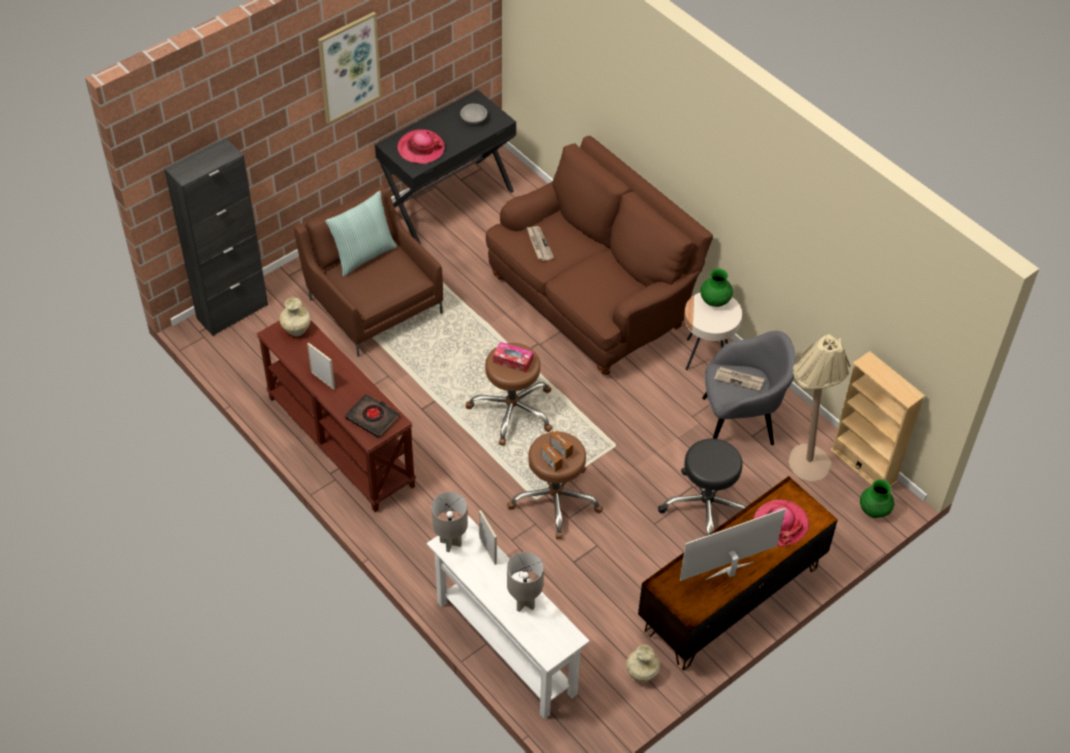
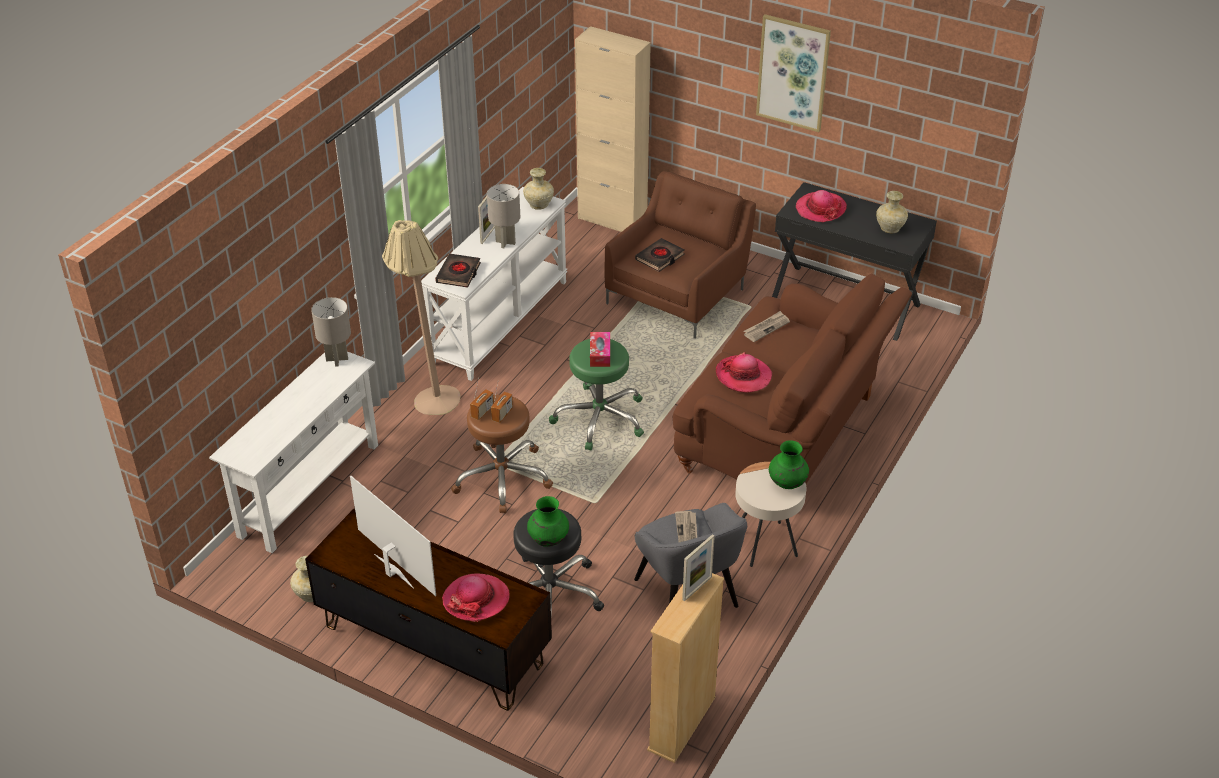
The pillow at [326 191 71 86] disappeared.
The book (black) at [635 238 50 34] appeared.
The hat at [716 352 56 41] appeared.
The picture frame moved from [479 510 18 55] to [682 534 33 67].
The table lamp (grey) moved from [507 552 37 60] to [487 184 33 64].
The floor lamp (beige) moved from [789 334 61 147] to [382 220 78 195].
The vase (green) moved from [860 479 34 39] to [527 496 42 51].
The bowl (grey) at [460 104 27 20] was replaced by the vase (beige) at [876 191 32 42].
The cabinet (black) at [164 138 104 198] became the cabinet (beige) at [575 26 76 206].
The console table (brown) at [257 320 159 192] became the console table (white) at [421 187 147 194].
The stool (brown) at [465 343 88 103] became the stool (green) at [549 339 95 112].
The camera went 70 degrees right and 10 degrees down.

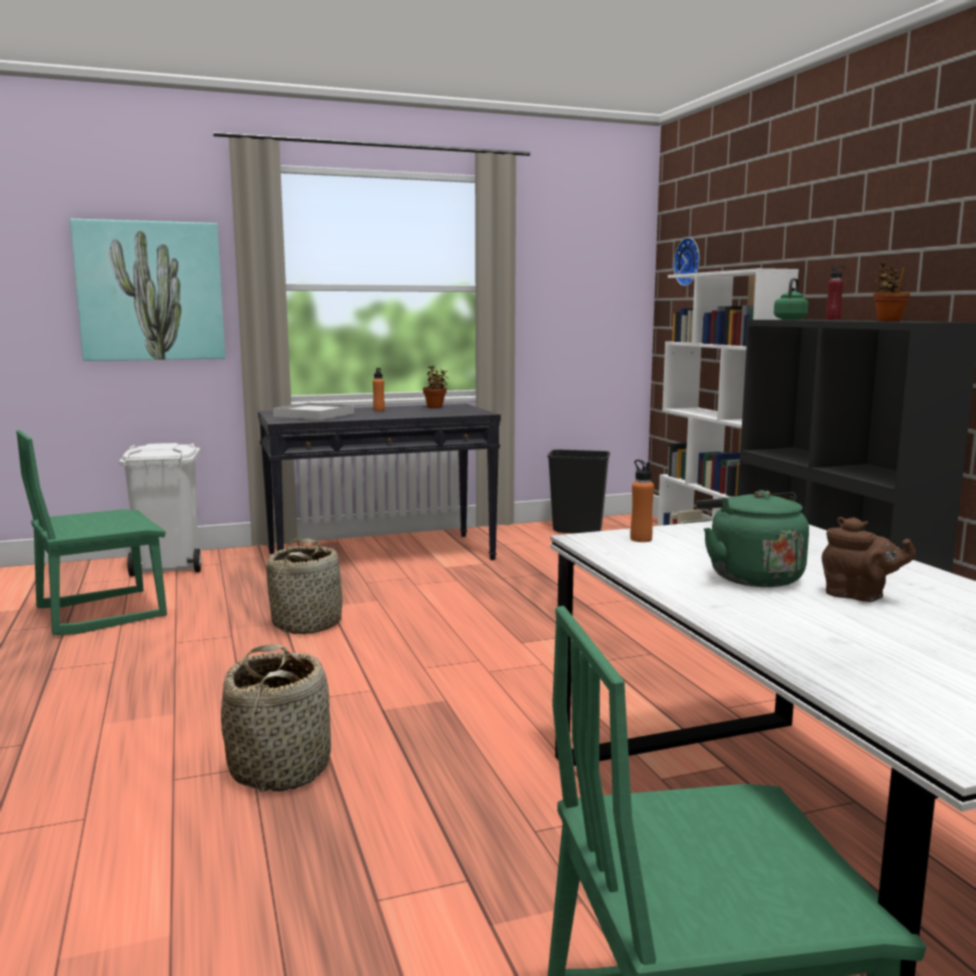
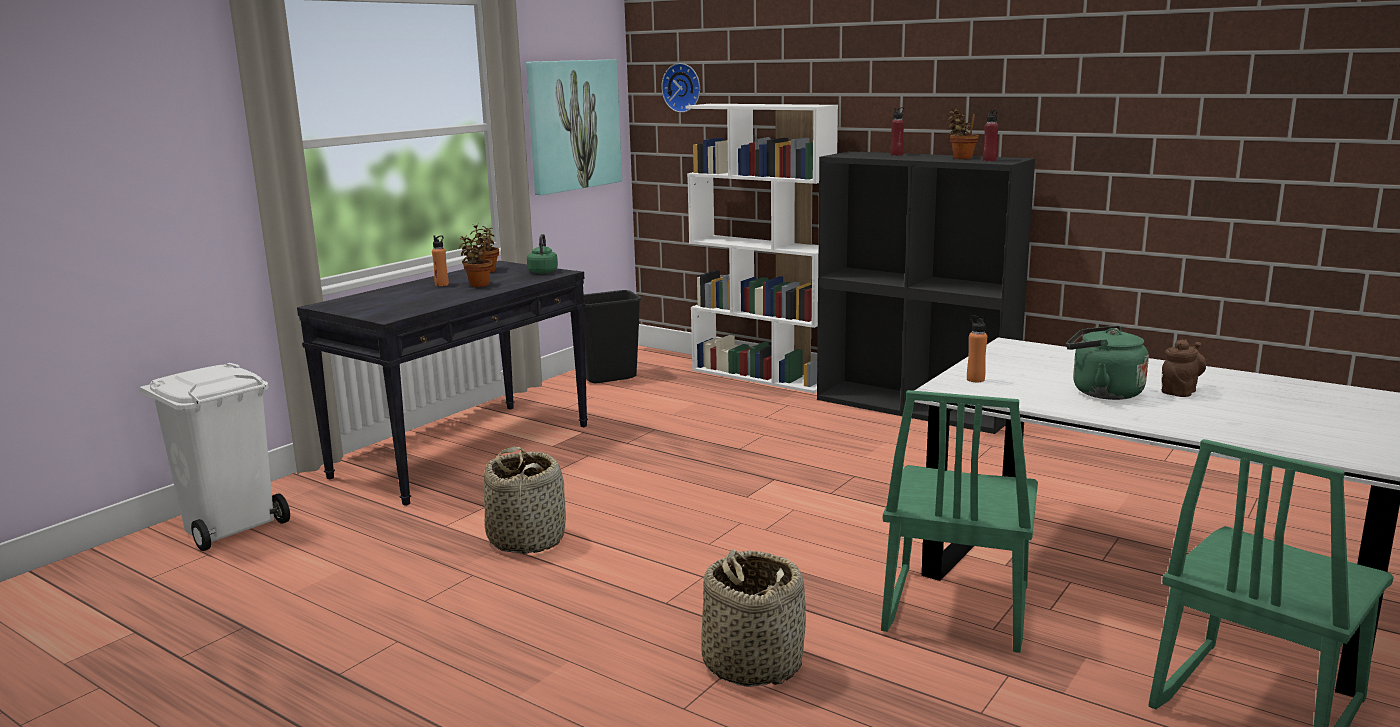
The tray (white) at [273 403 81 17] disappeared.
The potted plant at [459 235 34 52] appeared.
The bottle (red) at [983 110 15 51] appeared.
The chair (green) moved from [16 430 151 205] to [881 390 157 263].
The picture moved from [70 219 155 142] to [526 59 96 136].
The kettle (green) moved from [774 278 34 42] to [527 234 31 39].
The teapot (brown) at [822 517 94 85] turned 45 degrees counterclockwise.
The camera went 35 degrees left and 5 degrees up.

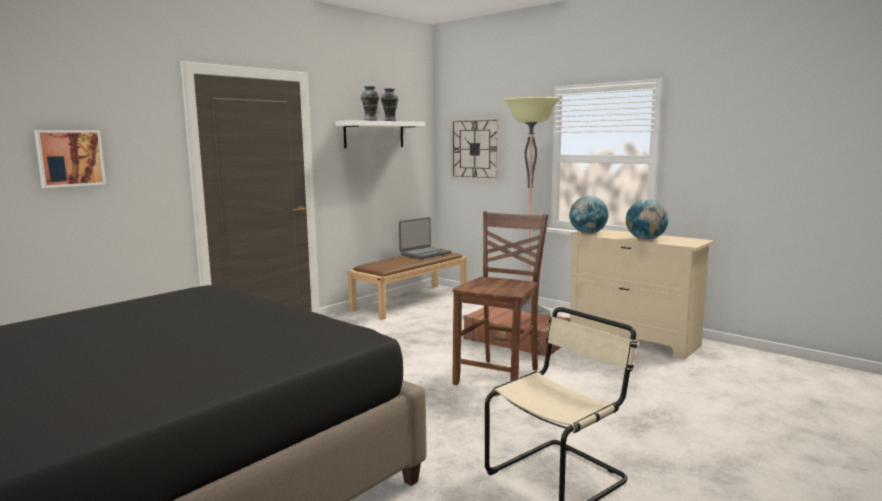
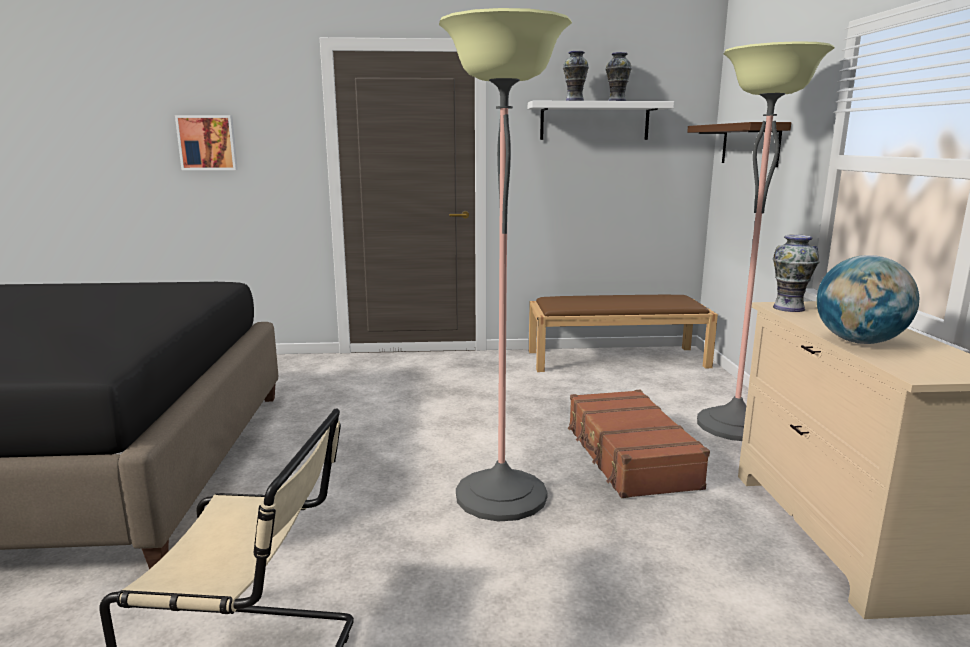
The laptop at [399 217 52 42] disappeared.
The wall clock at [451 117 50 64] was replaced by the shelf (brown) at [687 122 104 45].
The chair (brown) at [452 211 96 174] was replaced by the floor lamp at [439 8 133 514].
The globe at [569 196 39 38] was replaced by the vase at [773 234 47 78].
The camera went 45 degrees right and 5 degrees up.

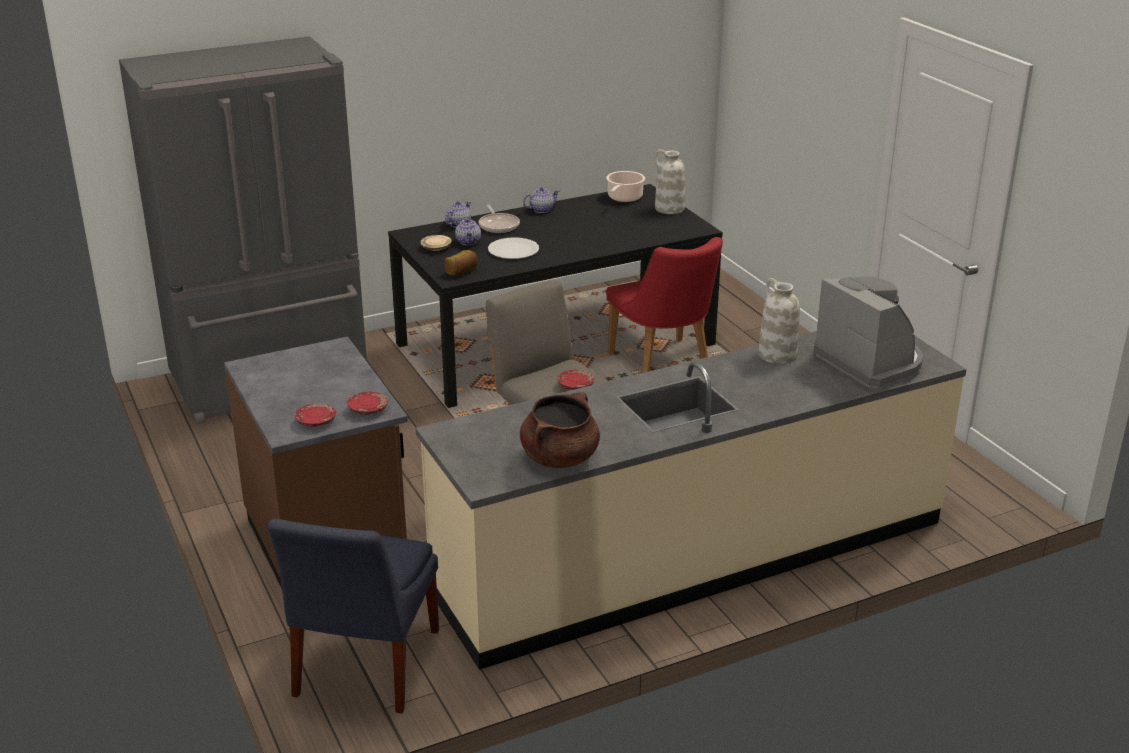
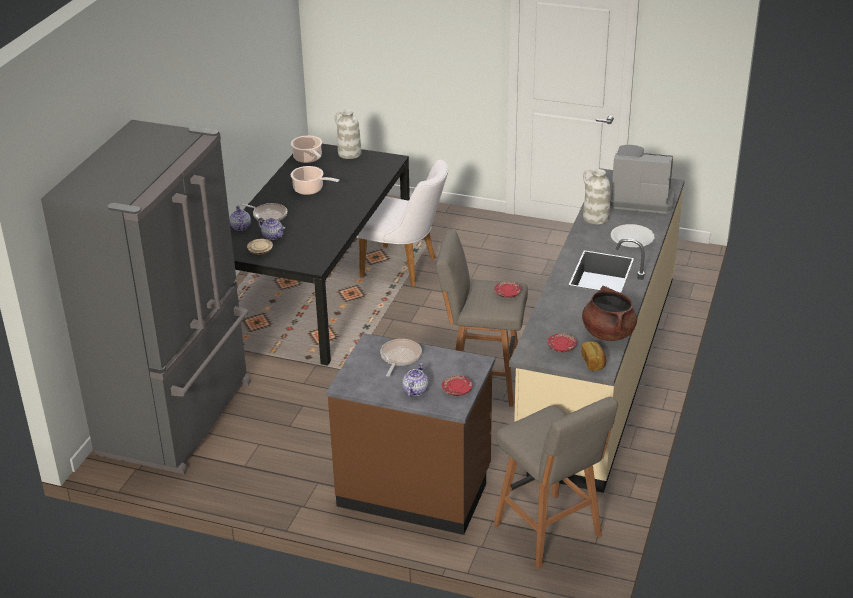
The cooking pot at [291 166 49 29] appeared.
The frying pan at [380 339 42 38] appeared.
The plate (red) moved from [347 392 41 23] to [547 333 30 19].
The bread moved from [445 250 33 26] to [581 341 25 30].
The plate (white) moved from [488 237 51 22] to [611 224 44 23].
The teapot moved from [523 187 37 26] to [402 363 27 34].
The chair (blue) at [267 518 172 195] was replaced by the stool (grey) at [494 397 124 172].
The chair (red) at [606 237 117 136] became the chair (white) at [357 160 91 127].
The camera went 45 degrees left and 5 degrees up.

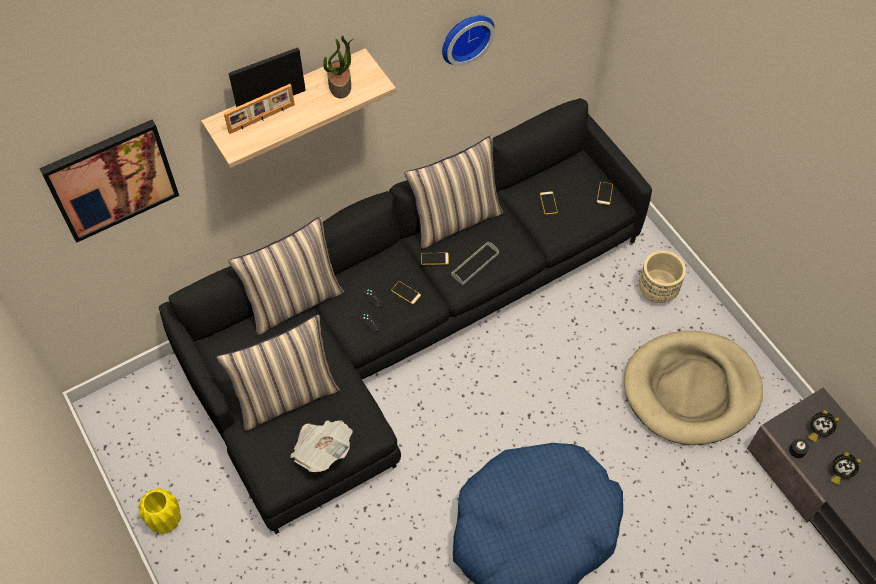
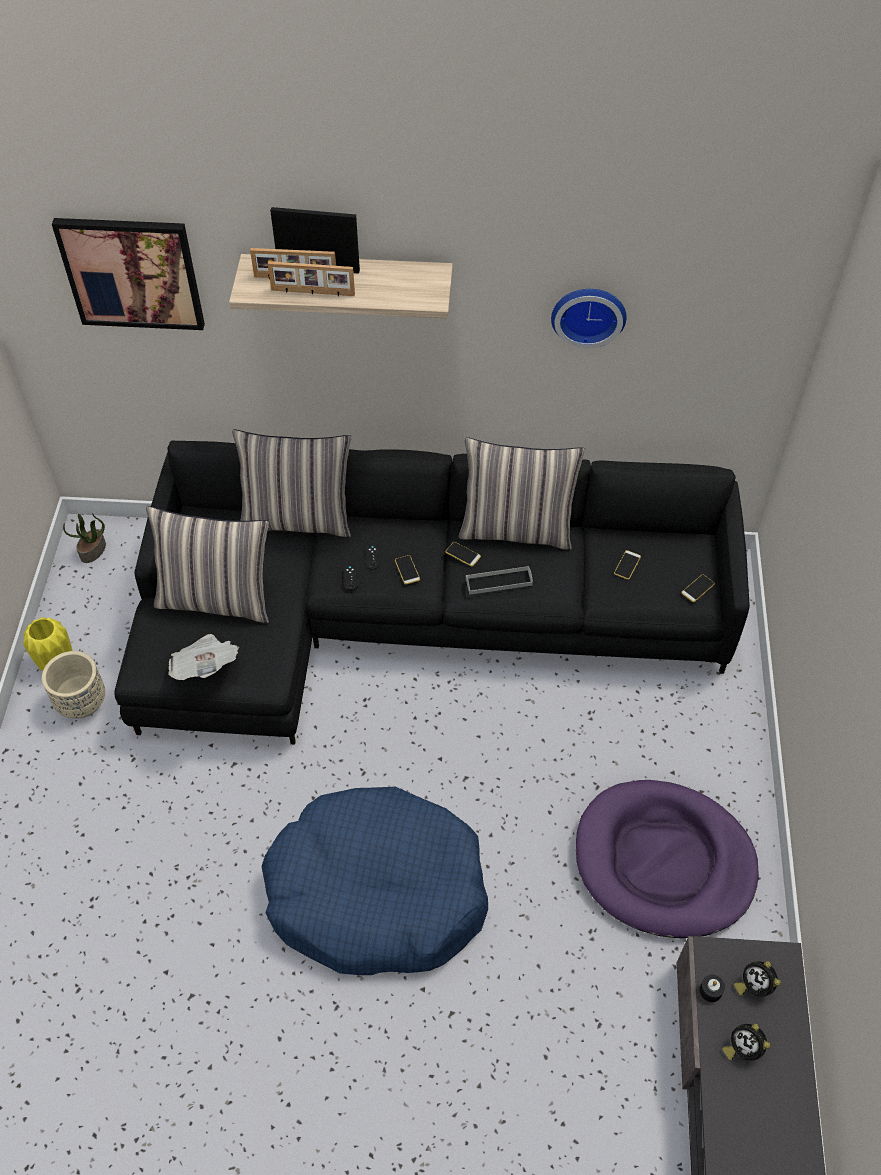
The picture frame at [268 261 87 35] appeared.
The potted plant moved from [323 36 30 63] to [63 513 43 50].
The planter (beige) moved from [639 250 47 53] to [42 651 63 67].
The dog bed (beige) at [624 331 139 114] became the dog bed (purple) at [576 780 183 158].
The camera went 35 degrees right and 5 degrees down.

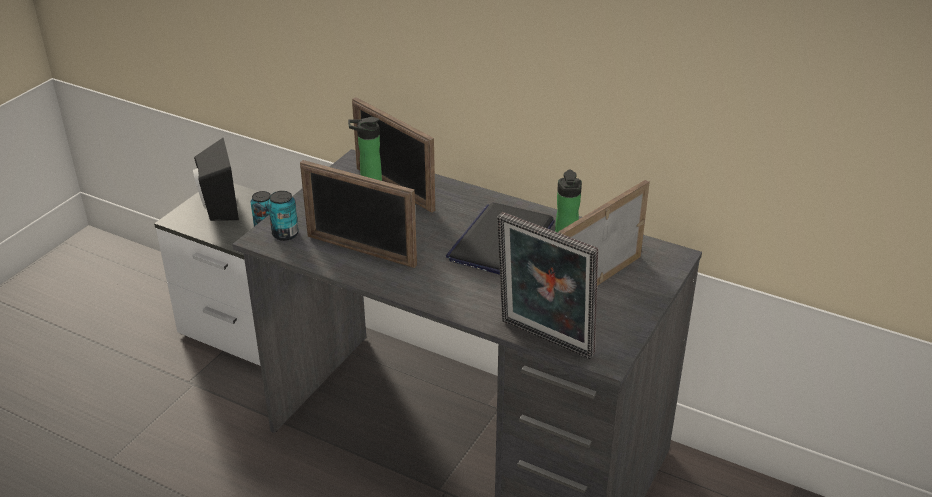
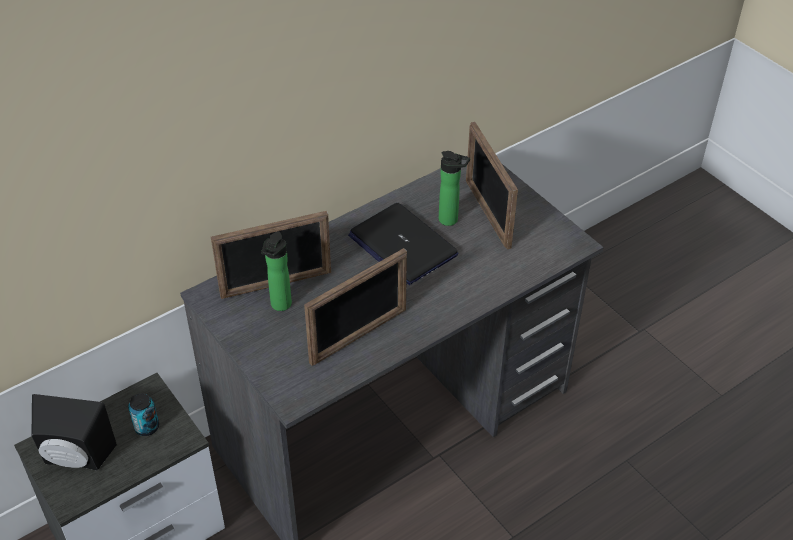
The can at [268 191 31 50] disappeared.
The picture frame at [497 212 101 147] disappeared.
The camera went 65 degrees left and 10 degrees up.

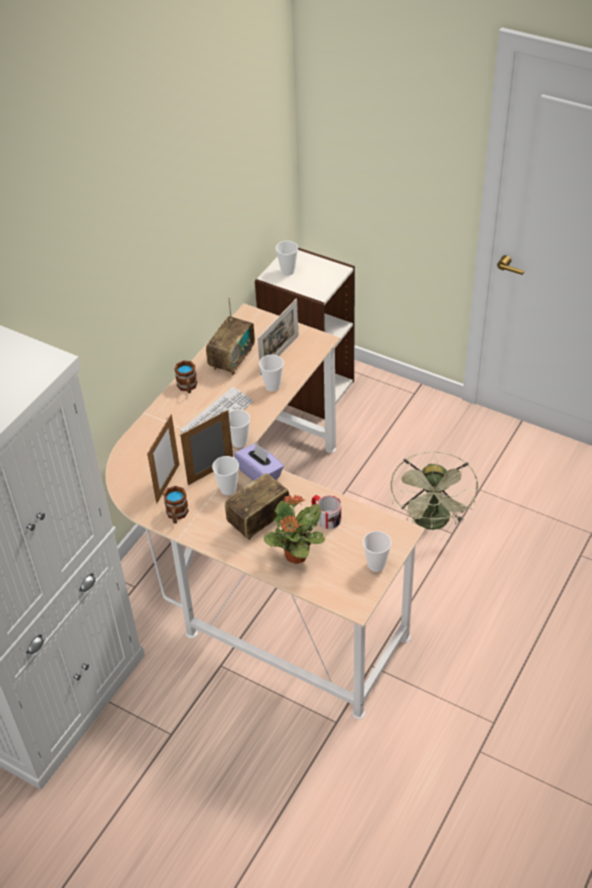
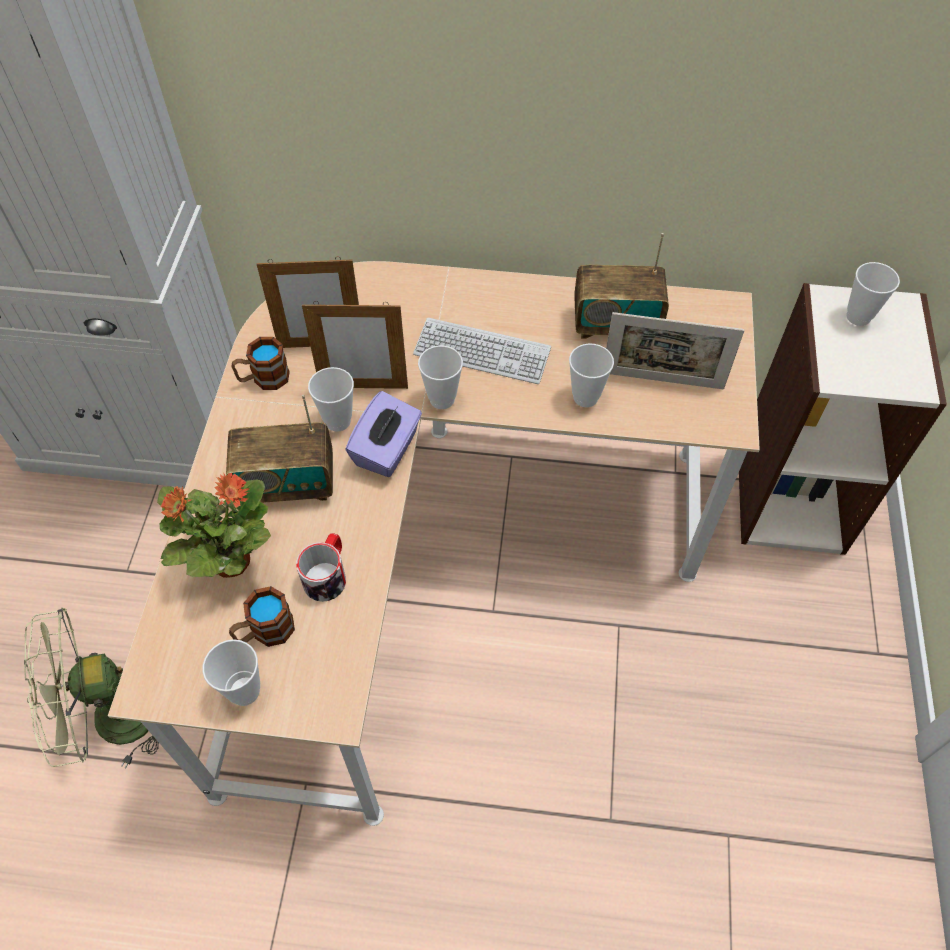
The mug moved from [174 360 23 33] to [229 586 66 61].
The fan (green) moved from [390 451 88 79] to [24 608 135 161].
The picture frame at [180 410 53 75] turned 150 degrees clockwise.
The radio at [225 473 65 67] turned 150 degrees clockwise.
The camera went 65 degrees right and 10 degrees up.

